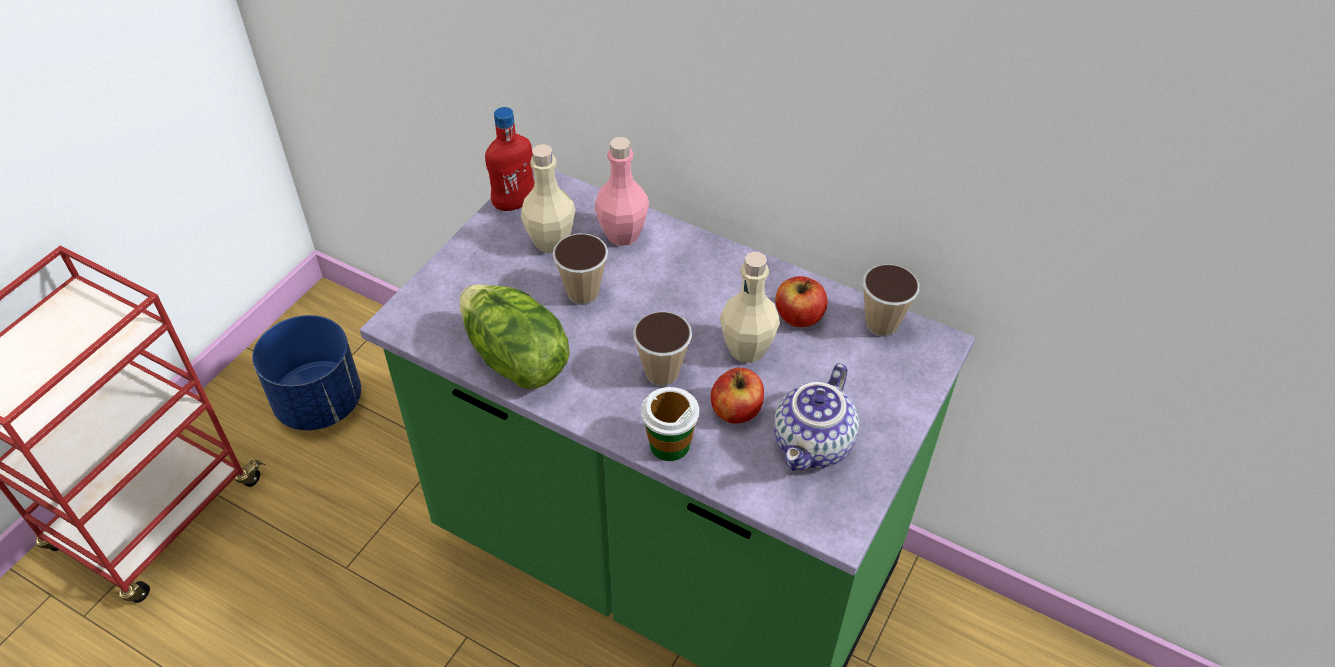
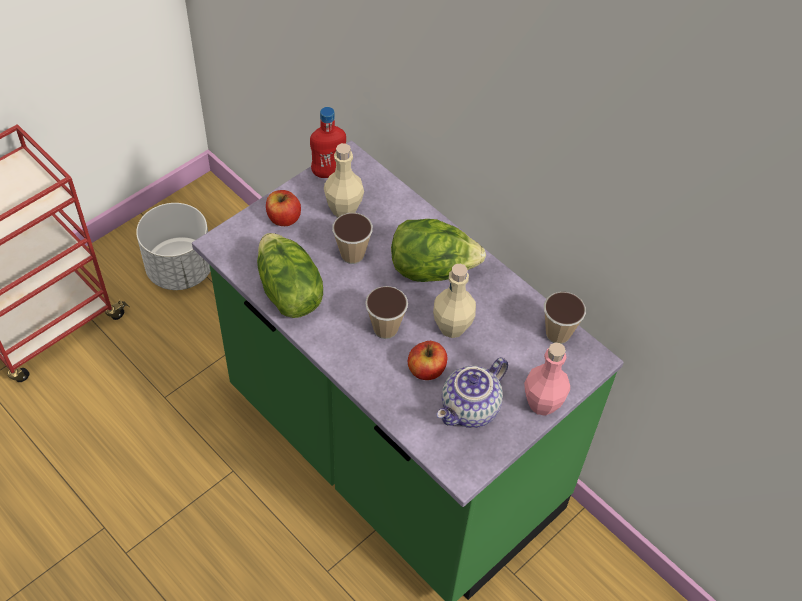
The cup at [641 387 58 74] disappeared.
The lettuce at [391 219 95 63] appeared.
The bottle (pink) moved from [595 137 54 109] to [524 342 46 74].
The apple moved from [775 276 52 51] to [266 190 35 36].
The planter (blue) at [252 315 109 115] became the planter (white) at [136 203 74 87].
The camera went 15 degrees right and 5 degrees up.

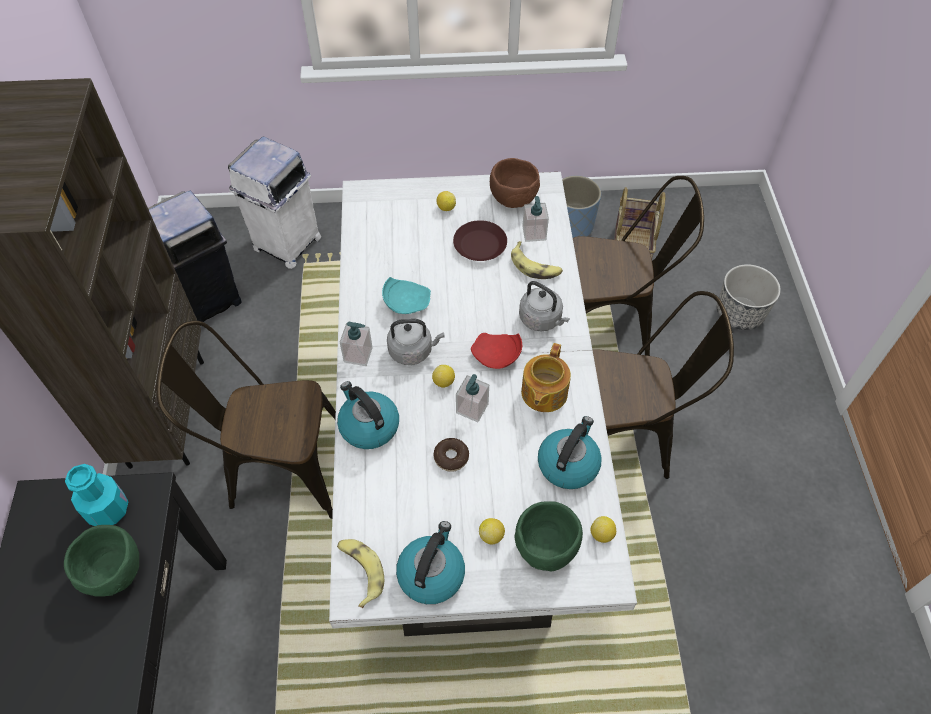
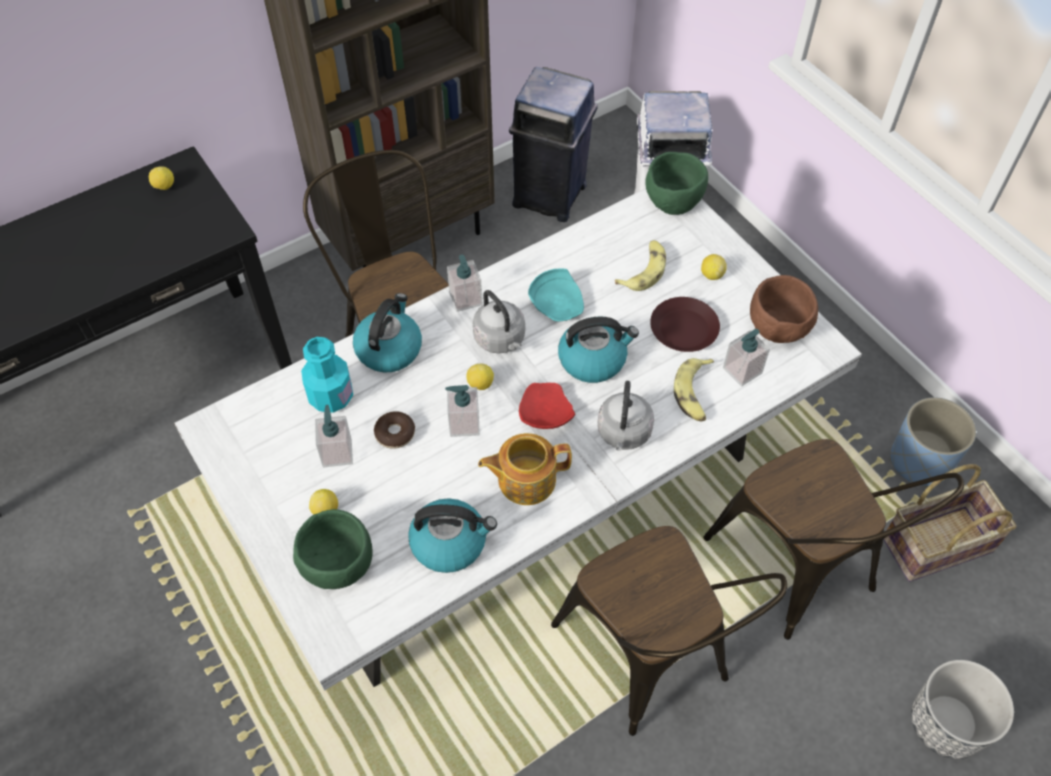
The soap dispenser at [315 405 38 63] appeared.
The bowl (green) moved from [64 525 75 72] to [645 152 63 63].
The bottle (turquoise) moved from [65 464 64 62] to [301 337 52 76].
The banana moved from [337 539 47 69] to [615 240 51 51].
The kettle moved from [396 521 69 83] to [558 317 81 66].
The lemon moved from [591 516 25 27] to [149 166 25 24].
The camera went 60 degrees right and 0 degrees up.

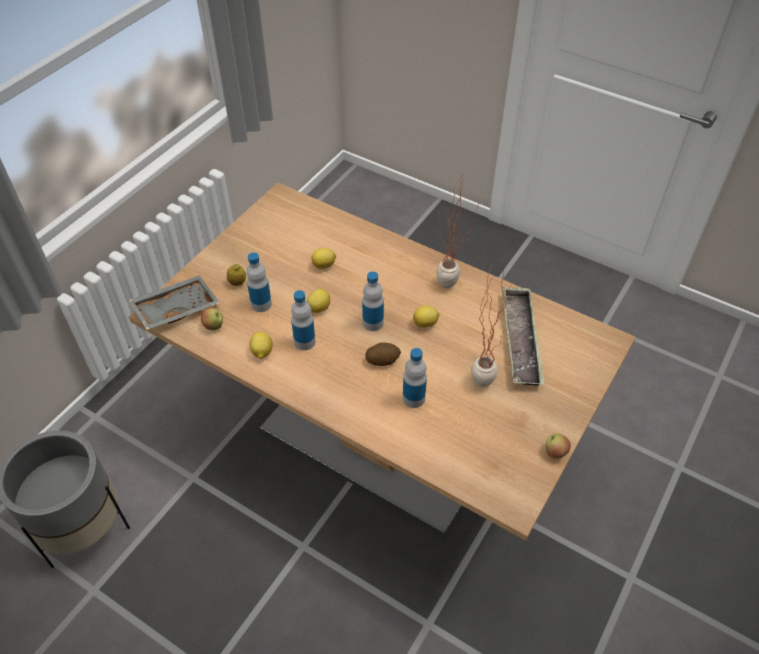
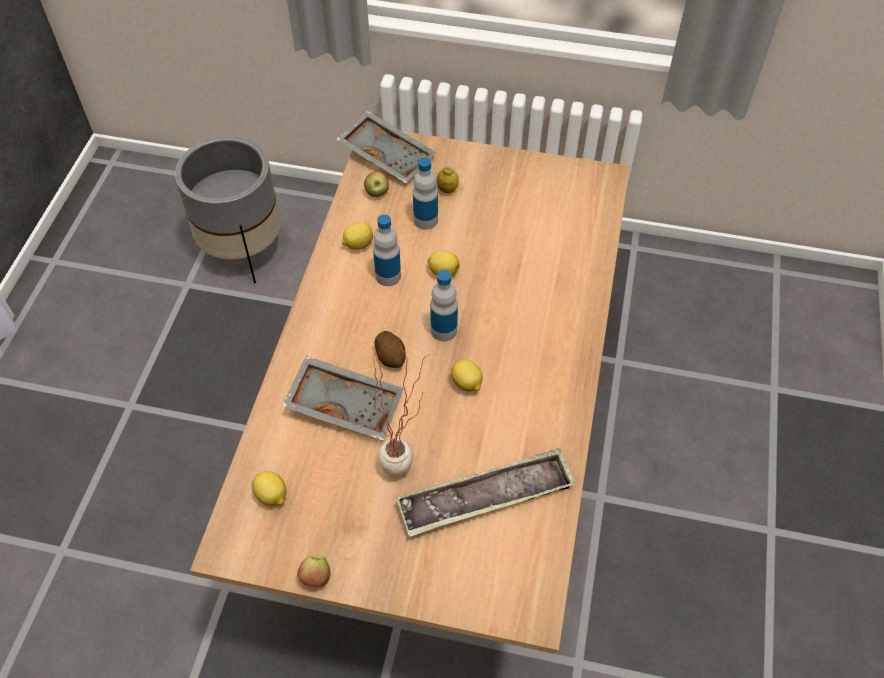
The potted plant at [436 176 42 112] disappeared.
The lemon moved from [311 248 25 21] to [252 471 34 35].
The bottle at [403 348 24 60] was replaced by the tray (grey) at [282 356 122 85].
The camera went 70 degrees right and 5 degrees up.

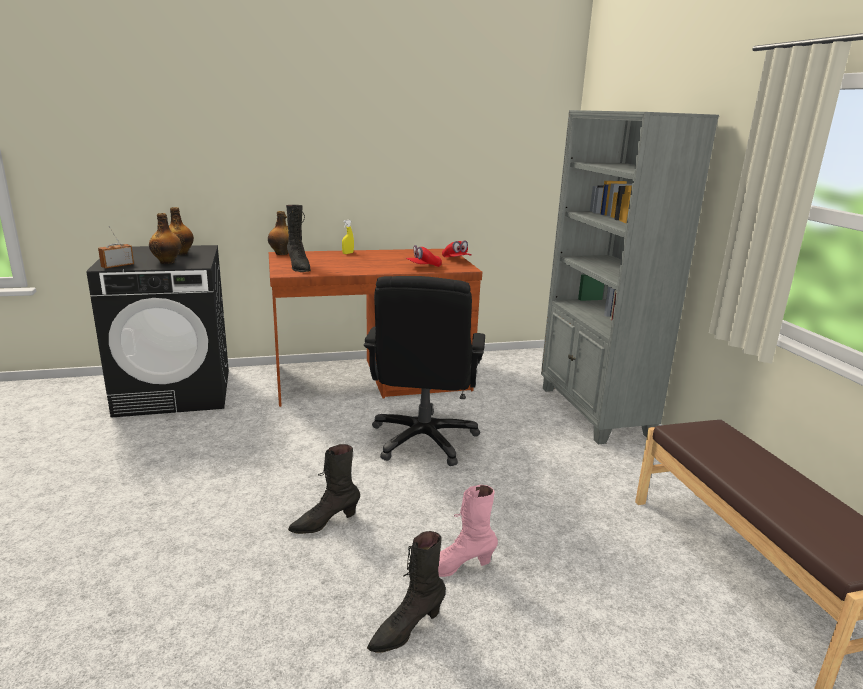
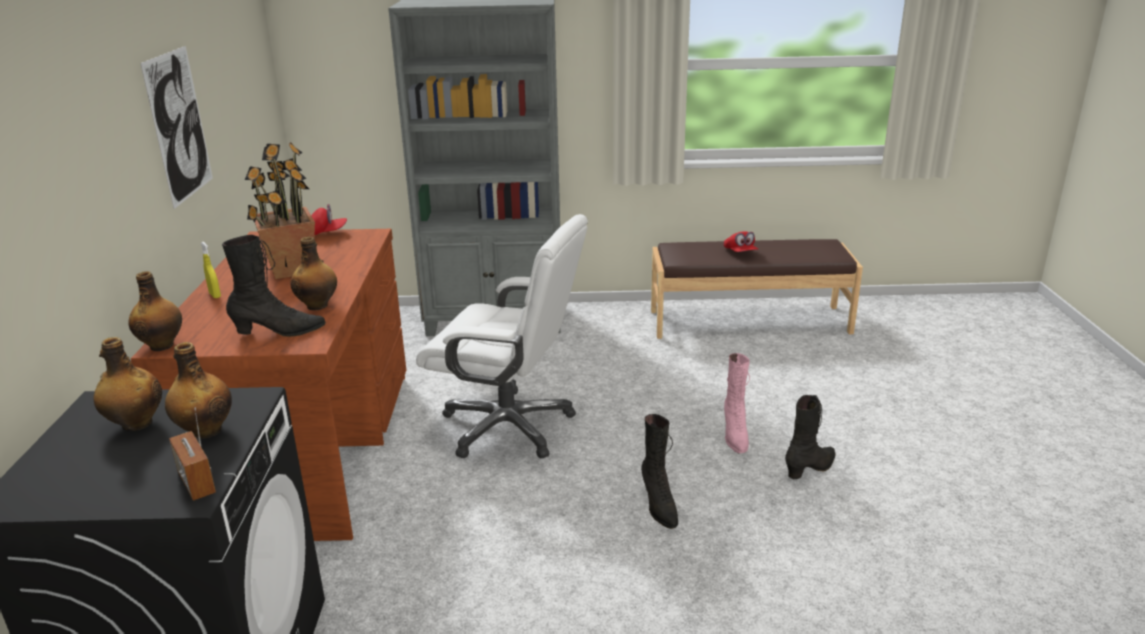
The picture at [140 46 73 163] appeared.
The potted plant at [244 142 71 137] appeared.
The bottle at [290 236 47 74] appeared.
The cap (red) moved from [405 245 37 22] to [724 231 34 21].
The office chair (black) at [364 276 121 190] became the office chair (white) at [416 214 172 245].
The boot (black) at [367 531 79 122] turned 105 degrees counterclockwise.
The camera went 75 degrees left and 5 degrees up.

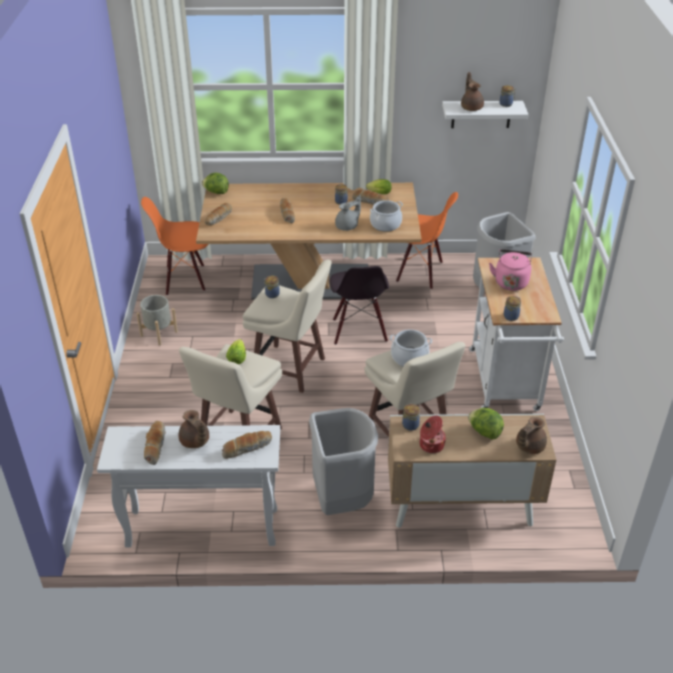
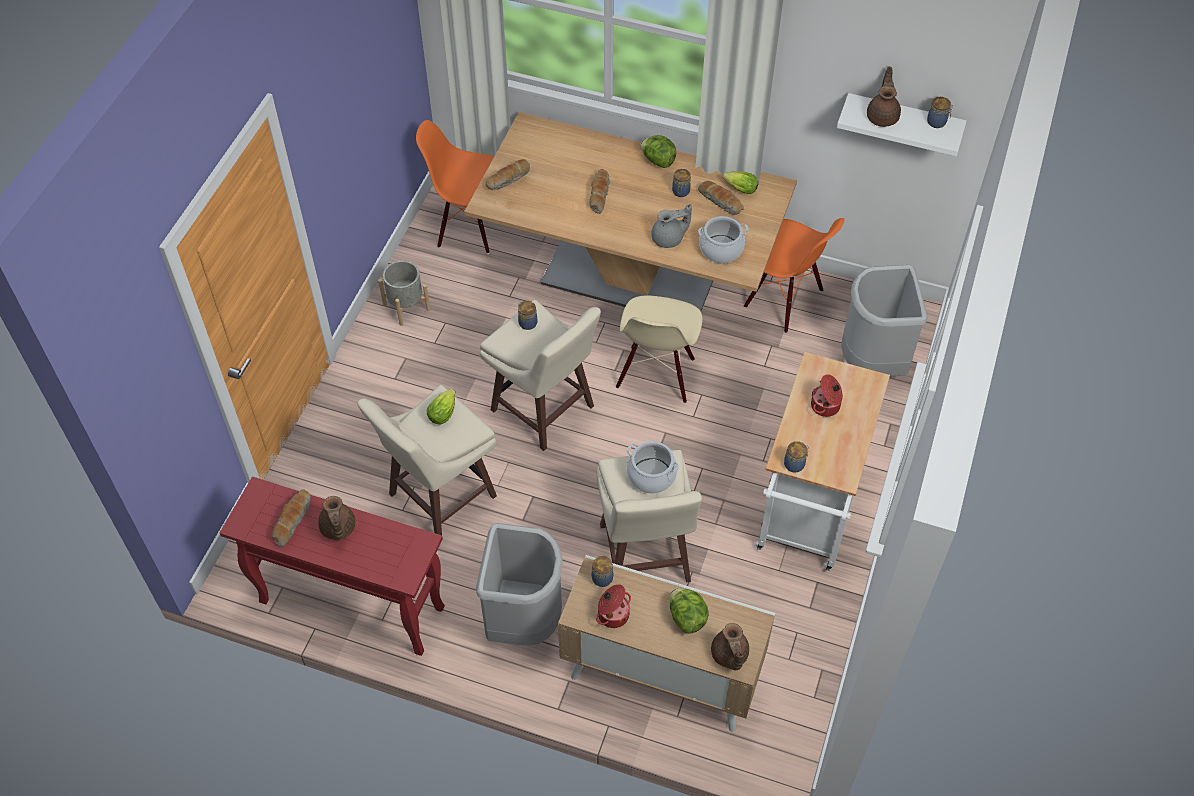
The bread at [222 431 50 28] disappeared.
The lettuce moved from [202 173 27 21] to [640 135 36 33].
The kettle (pink) at [489 249 43 42] was replaced by the cooking pot at [811 374 32 43].
The console table (white) at [97 425 183 122] became the console table (red) at [220 477 225 179].
The chair (black) at [330 266 59 79] became the chair (beige) at [616 295 86 108].
The teapot (brown) at [516 417 31 37] turned 75 degrees counterclockwise.
The camera went 20 degrees right and 15 degrees up.

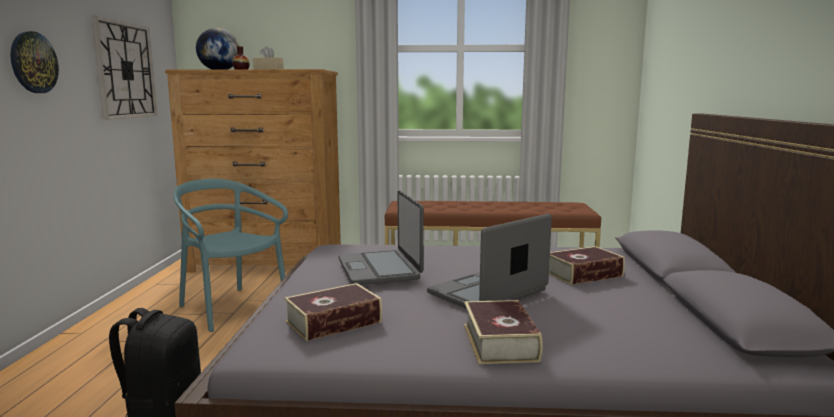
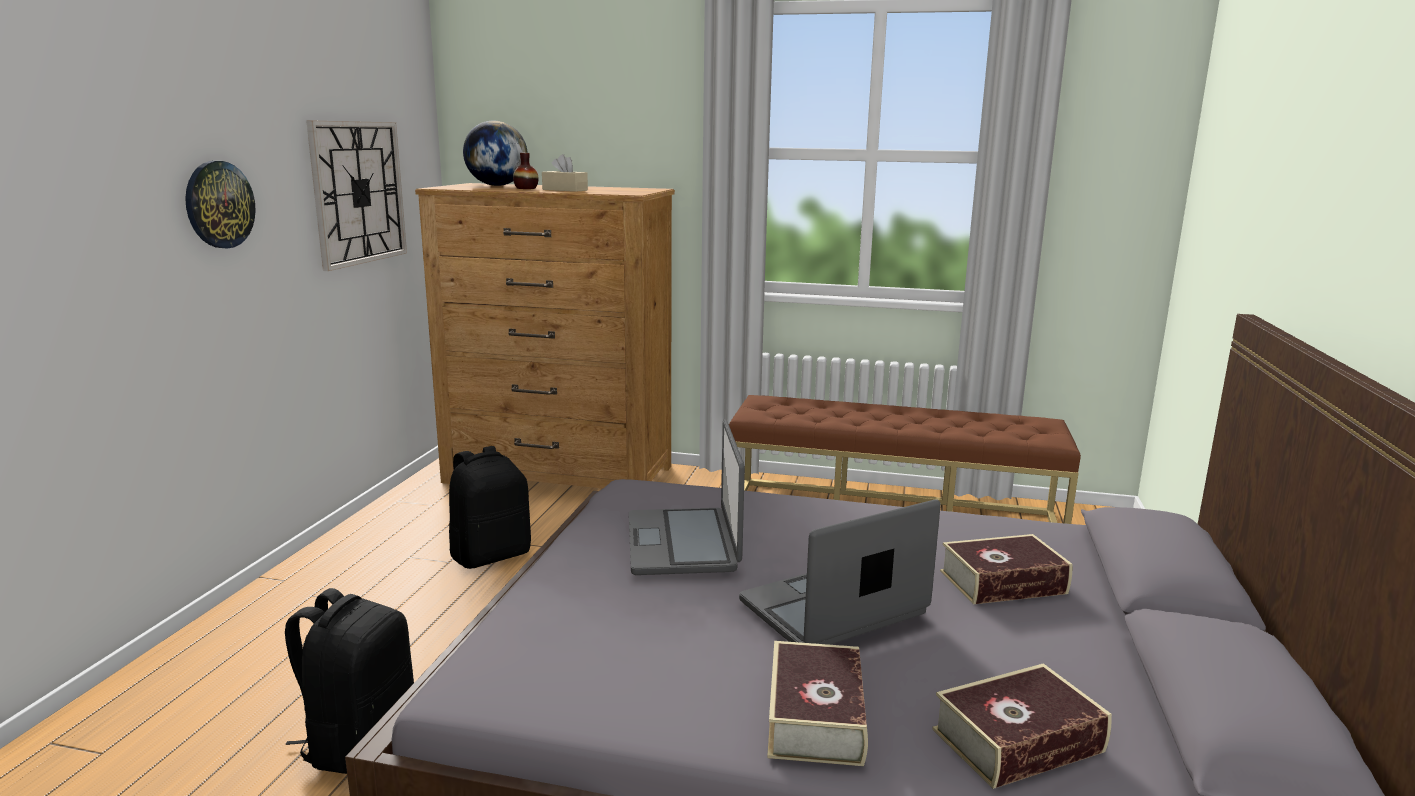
The book moved from [284 283 98 58] to [932 663 180 126].
The chair (turquoise) at [173 179 115 153] was replaced by the backpack (black) at [449 446 82 123].
The camera went 10 degrees right and 5 degrees up.

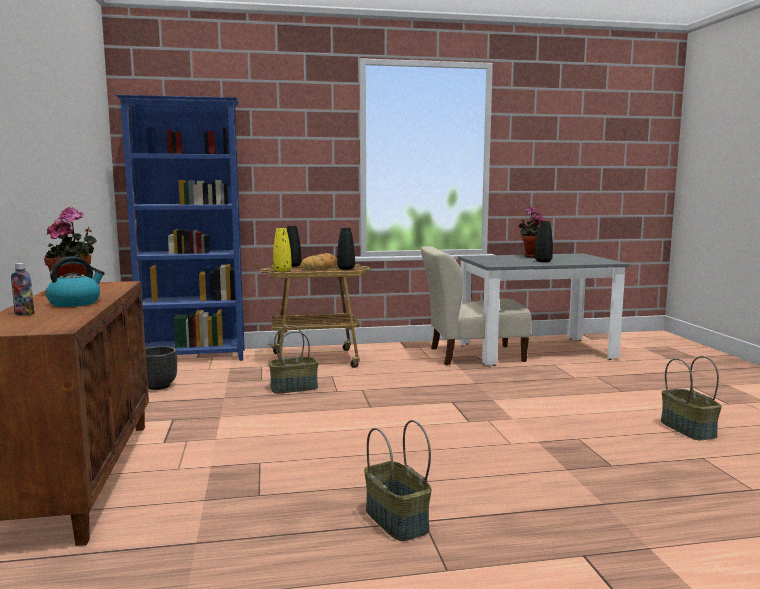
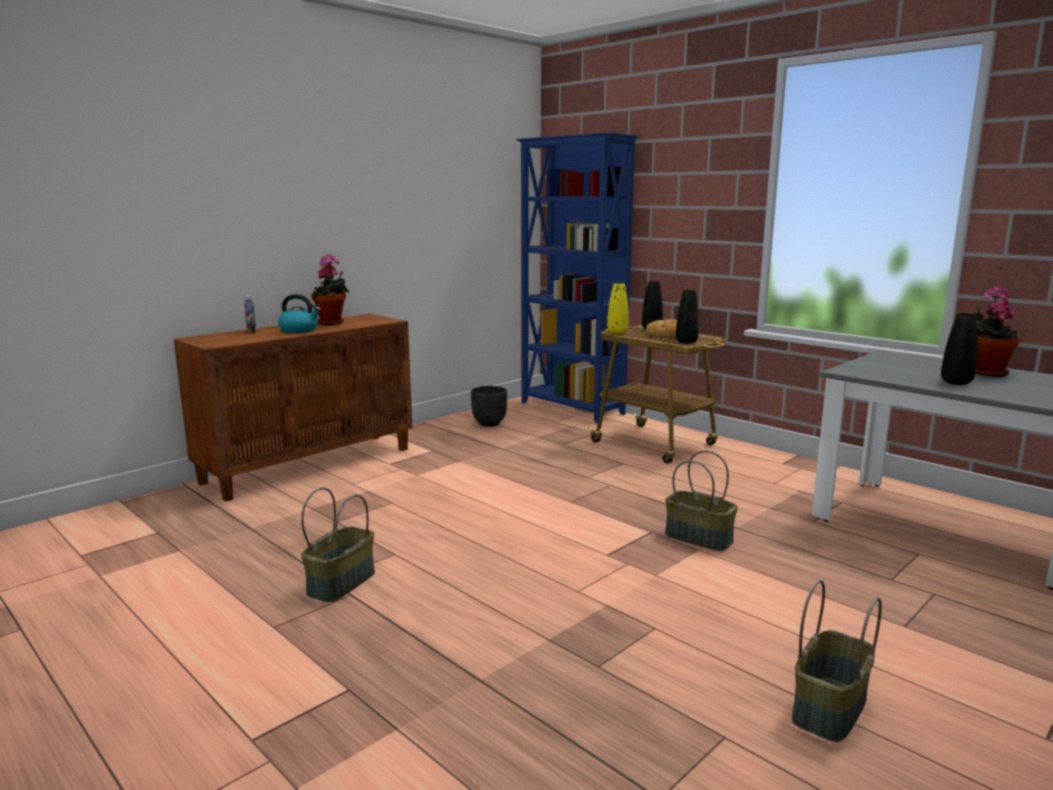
The chair (beige) at [421 246 111 119] disappeared.
The basket moved from [269 326 50 67] to [665 451 73 100].
The camera went 55 degrees right and 5 degrees up.

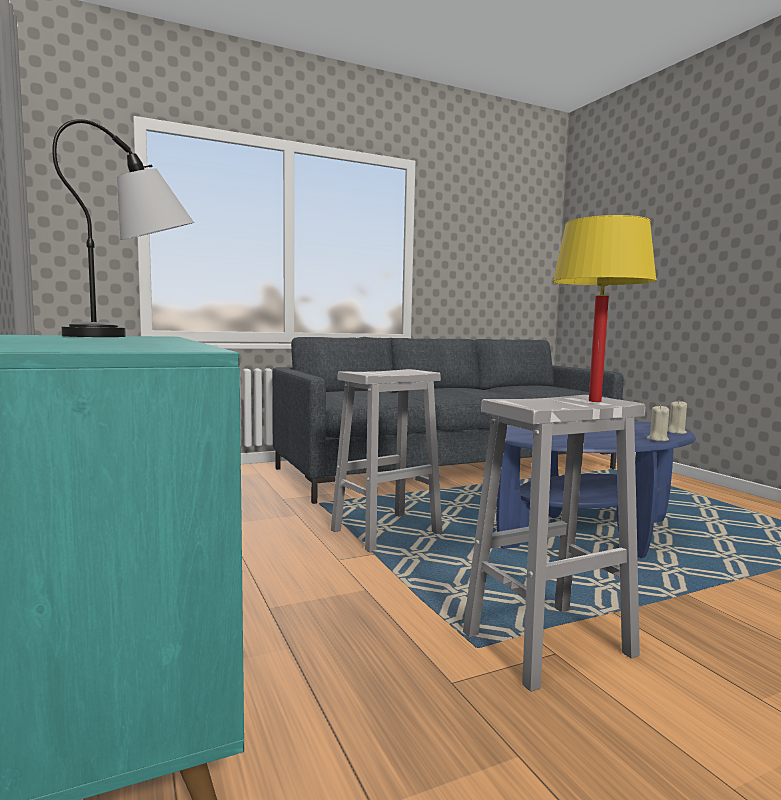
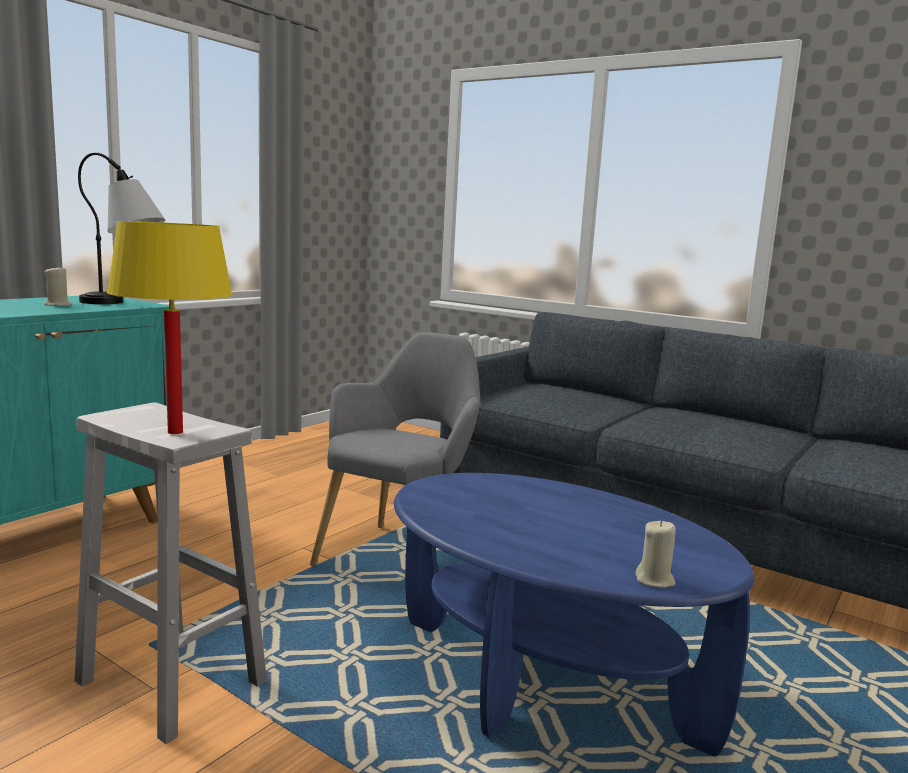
The candle (beige) moved from [647 405 22 36] to [44 265 28 41].
The stool (white) at [331 369 111 183] was replaced by the armchair (grey) at [310 332 170 234].
The camera went 60 degrees right and 5 degrees up.

